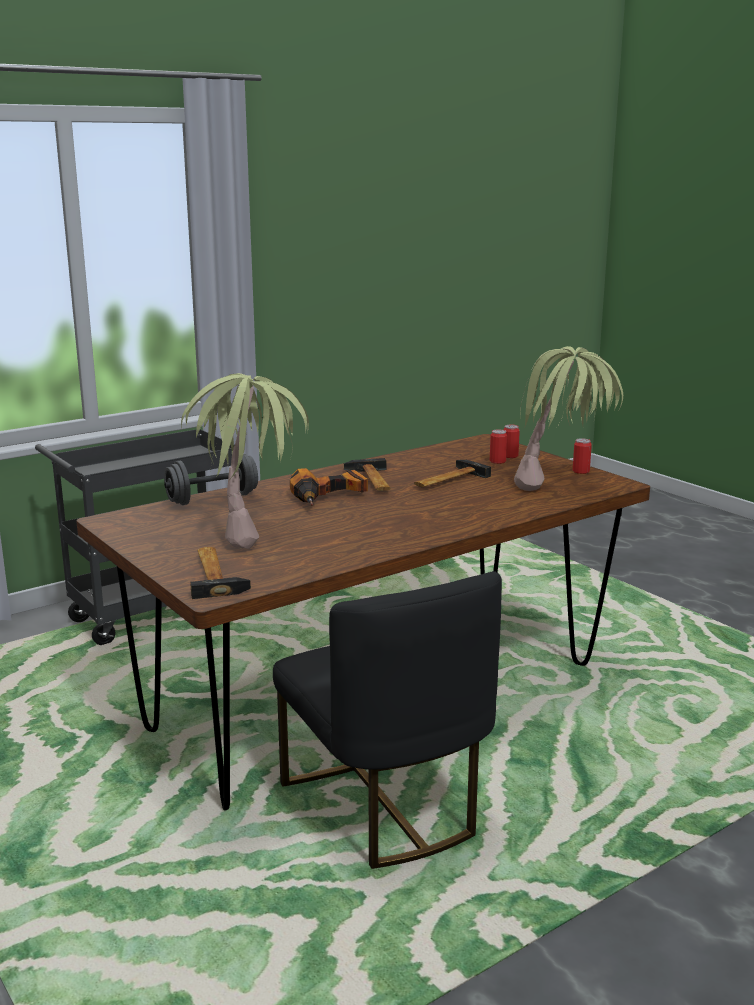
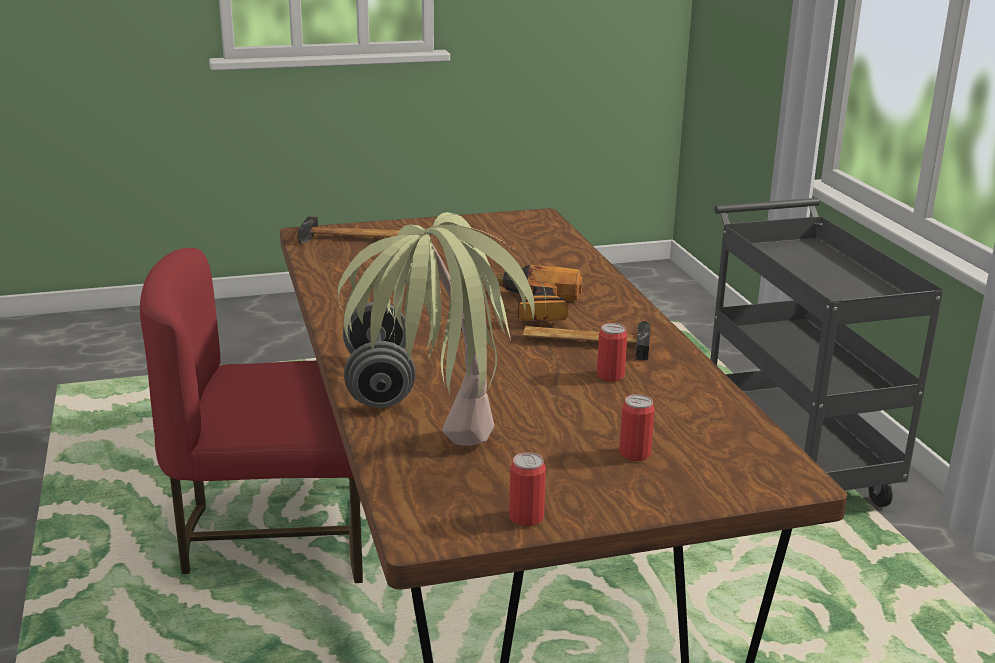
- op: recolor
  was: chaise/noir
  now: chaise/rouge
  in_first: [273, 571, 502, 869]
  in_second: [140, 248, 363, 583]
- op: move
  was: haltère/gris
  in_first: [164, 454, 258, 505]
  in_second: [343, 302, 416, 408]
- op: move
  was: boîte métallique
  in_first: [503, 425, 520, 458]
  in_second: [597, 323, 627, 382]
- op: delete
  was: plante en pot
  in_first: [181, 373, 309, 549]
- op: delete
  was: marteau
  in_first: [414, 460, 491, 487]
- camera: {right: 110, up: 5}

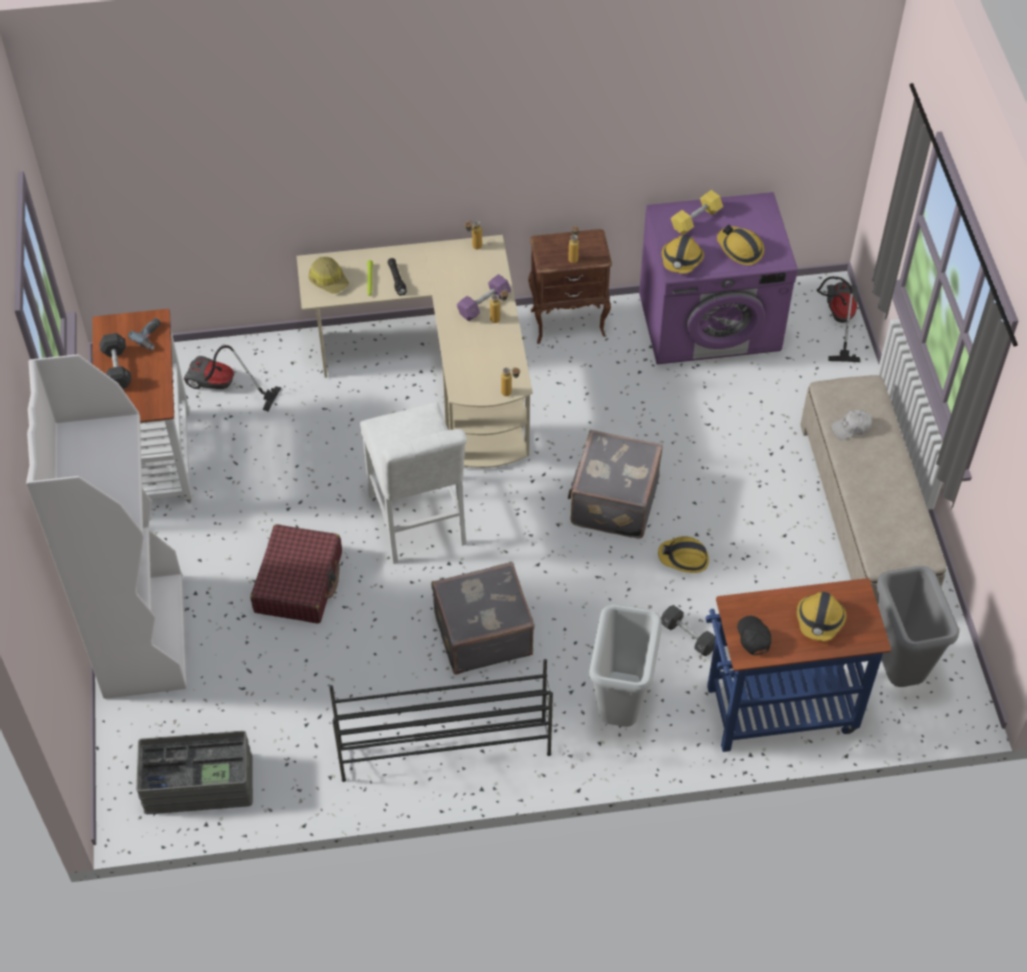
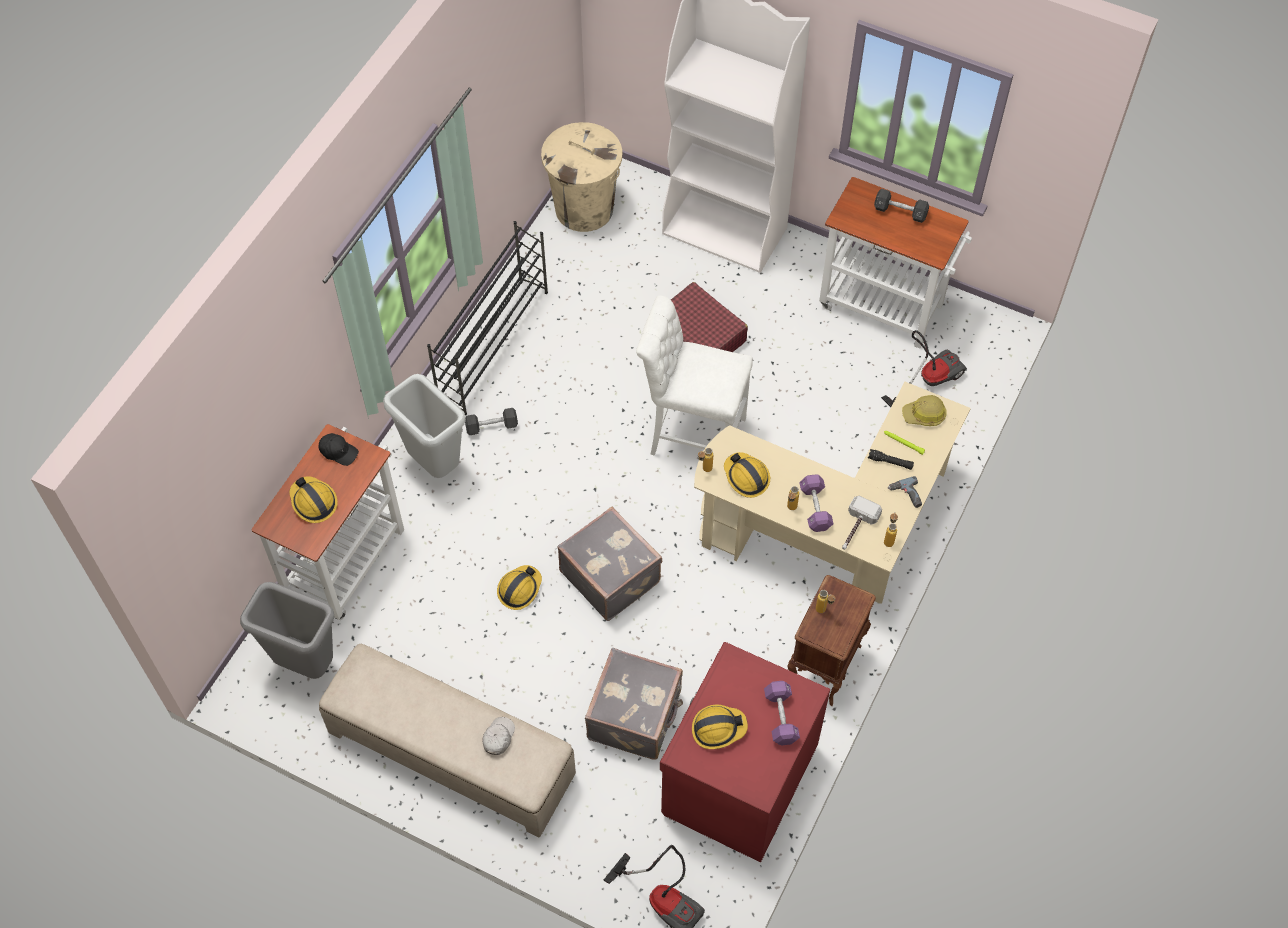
- op: recolor
  was: chariot/bleu
  now: chariot/blanc
  in_first: [706, 578, 891, 752]
  in_second: [251, 424, 404, 620]
- op: move
  was: haltère/noir
  in_first: [661, 605, 715, 656]
  in_second: [465, 408, 518, 435]
- op: replace
  was: boîte de rangement/gris
  now: poubelle/beige
  in_first: [136, 731, 253, 814]
  in_second: [541, 122, 622, 232]
- op: move
  was: valise/gris
  in_first: [432, 562, 535, 674]
  in_second: [585, 648, 683, 760]
- op: recolor
  was: lave-linge/violet
  now: lave-linge/rouge
  in_first: [639, 192, 798, 365]
  in_second: [660, 642, 830, 862]
- op: move
  was: casque de chantier
  in_first: [662, 235, 704, 274]
  in_second: [724, 452, 770, 498]
- op: recolor
  was: haltère/jaune
  now: haltère/violet
  in_first: [671, 190, 723, 235]
  in_second: [764, 681, 800, 745]
- op: insert
  now: marteau
  in_second: [842, 496, 882, 550]
- op: move
  was: perceuse
  in_first: [128, 318, 161, 350]
  in_second: [888, 476, 922, 508]
- camera: {right: 125, up: 5}

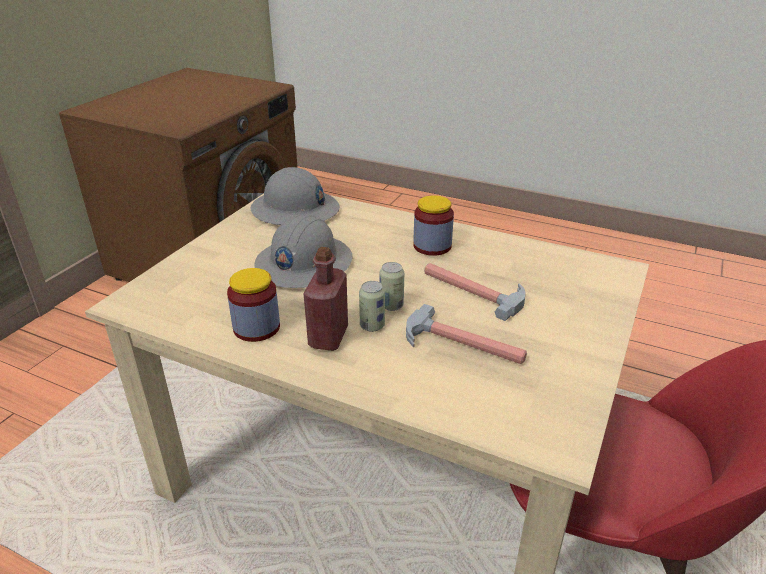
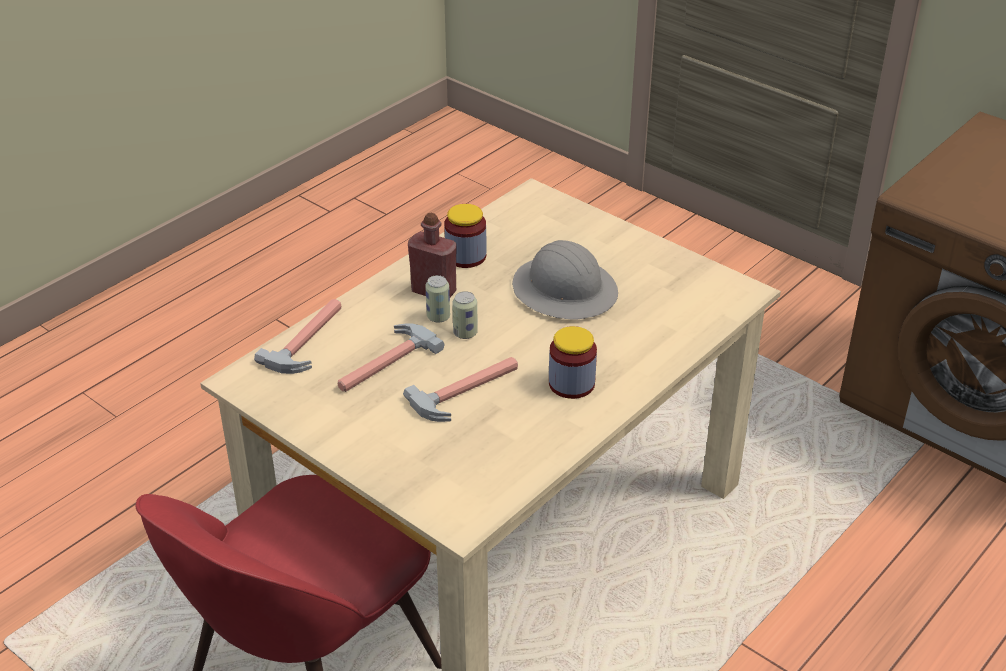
- op: insert
  now: marteau
  in_second: [254, 299, 341, 374]
- op: delete
  was: casque de chantier/gris
  in_first: [251, 167, 340, 225]
- camera: {right: 105, up: 5}

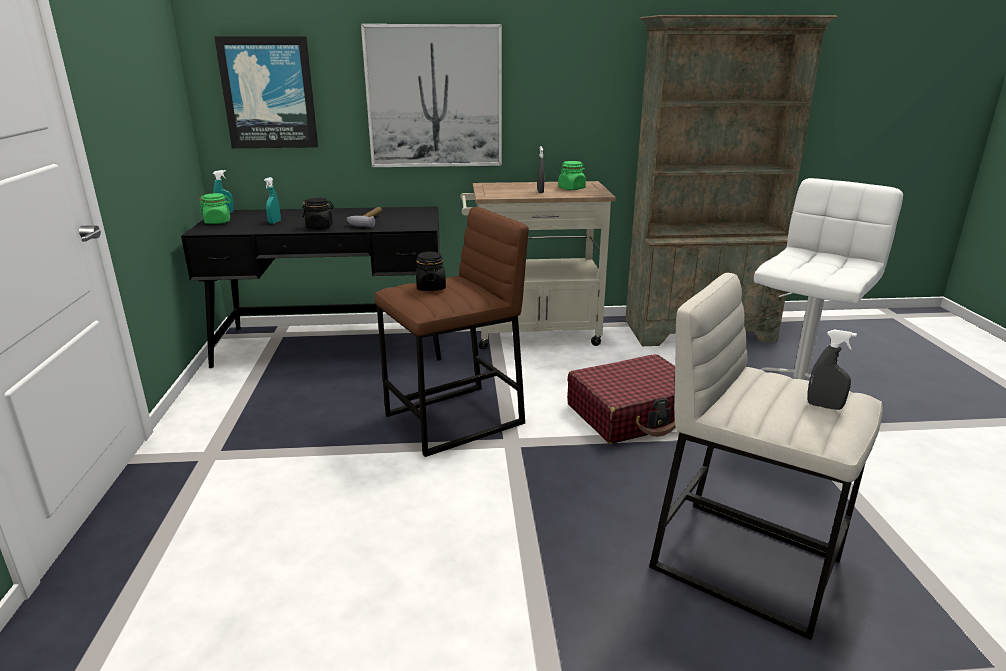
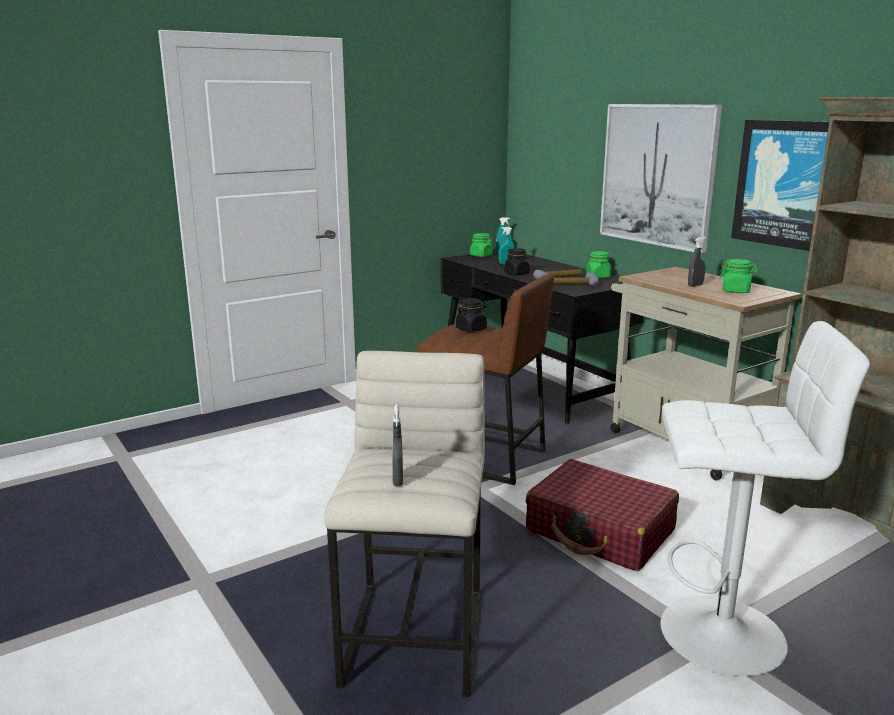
- op: insert
  now: marteau
  in_second: [554, 273, 599, 287]
- op: insert
  now: bocal/vert
  in_second: [586, 251, 611, 278]
- op: move
  was: tableau
  in_first: [214, 36, 318, 148]
  in_second: [731, 120, 829, 251]
- camera: {right: 60, up: -5}

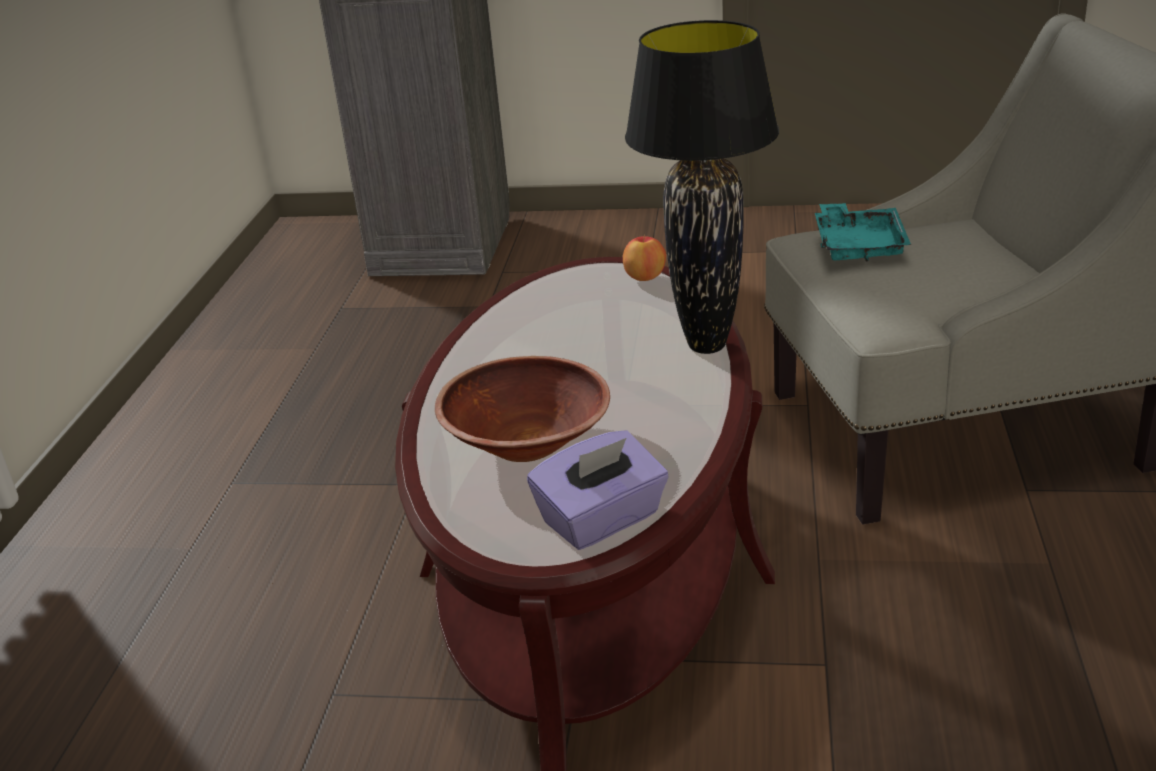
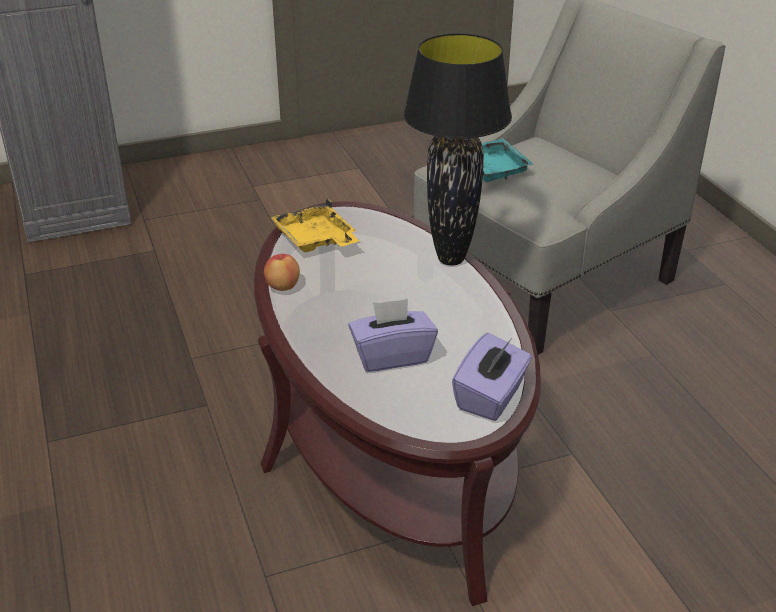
- op: move
  was: pomme
  in_first: [623, 235, 666, 281]
  in_second: [264, 253, 300, 291]
- op: insert
  now: plateau/jaune
  in_second: [271, 198, 359, 252]
- op: replace
  was: bol/marron
  now: boîte à mouchoirs/violet
  in_first: [435, 356, 610, 462]
  in_second: [348, 299, 438, 372]
- camera: {right: -30, up: 5}

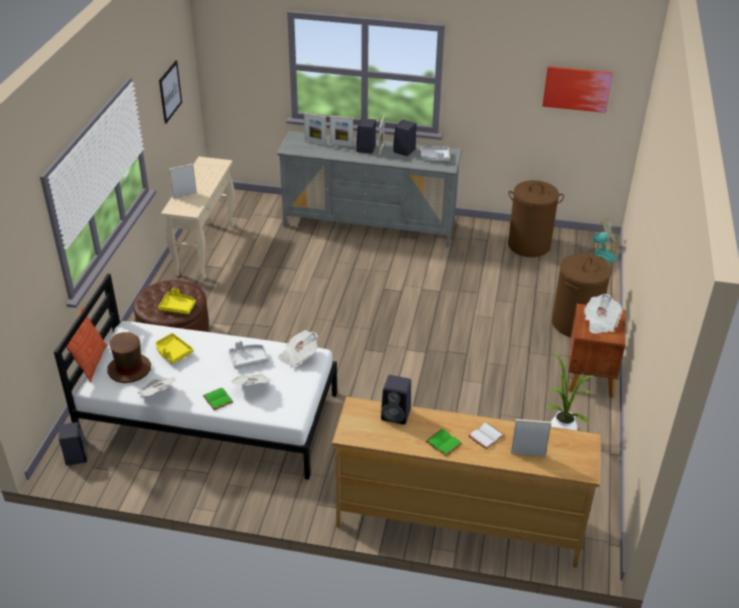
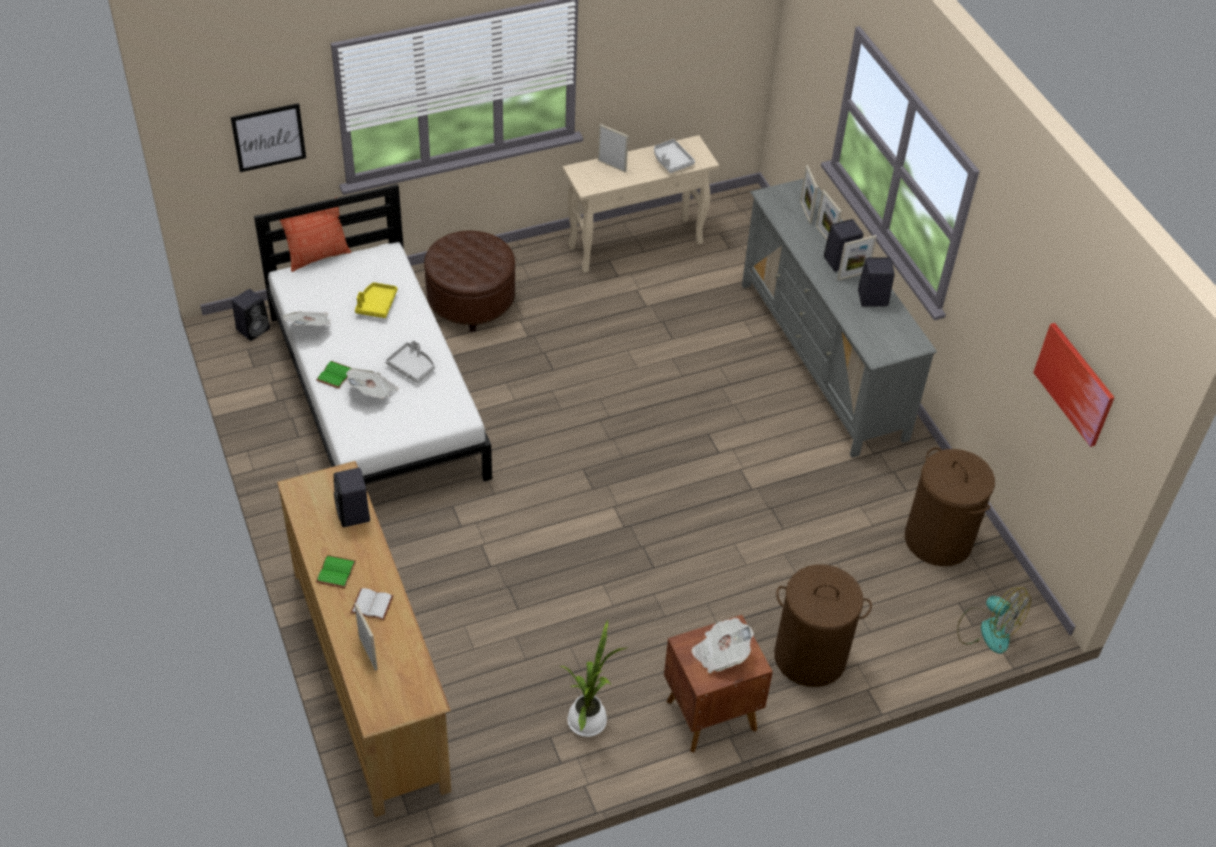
- op: move
  was: tableau
  in_first: [159, 60, 182, 124]
  in_second: [230, 103, 306, 172]
- op: move
  was: plateau/gris
  in_first: [421, 146, 450, 161]
  in_second: [654, 139, 695, 173]
- op: delete
  was: chapeau/marron
  in_first: [107, 332, 151, 383]
- op: delete
  was: plateau/jaune
  in_first: [158, 288, 196, 314]
- op: delete
  was: journal
  in_first: [278, 330, 318, 368]
- camera: {right: 55, up: 10}

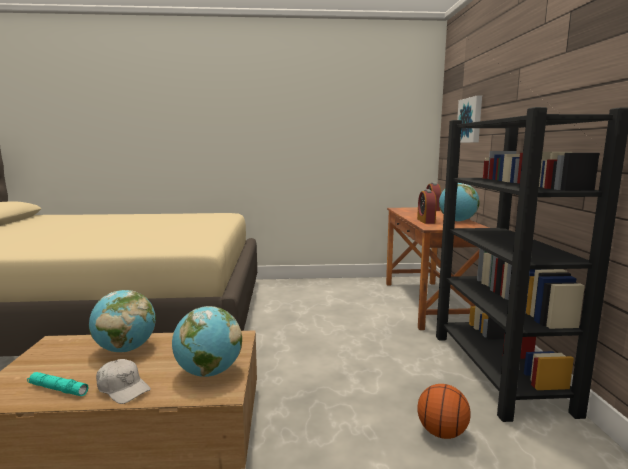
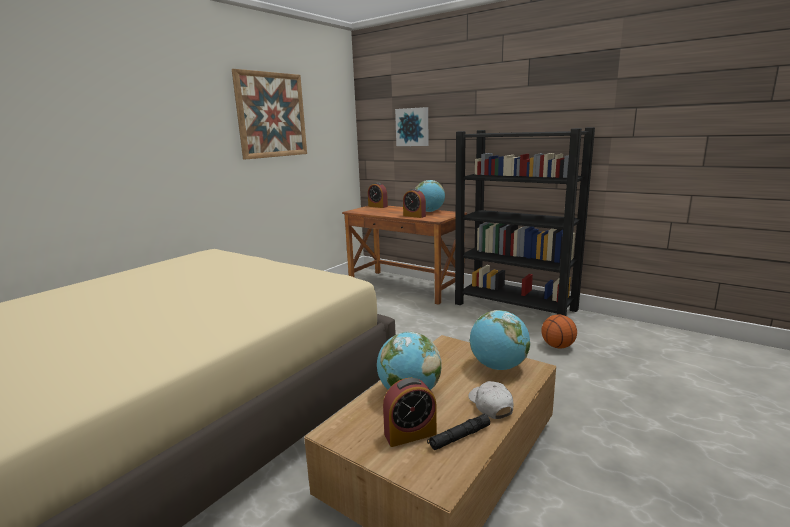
- op: insert
  now: tableau
  in_second: [232, 69, 307, 160]
- op: insert
  now: réveil
  in_second: [383, 378, 437, 447]
- op: recolor
  was: lampe de poche/turquoise
  now: lampe de poche/noir
  in_first: [27, 372, 89, 396]
  in_second: [427, 414, 490, 450]
- op: rotate
  was: casquette/blanc
  in_first: [96, 359, 151, 404]
  in_second: [468, 381, 514, 419]
  clockwise: -90
- camera: {right: -50, up: 5}

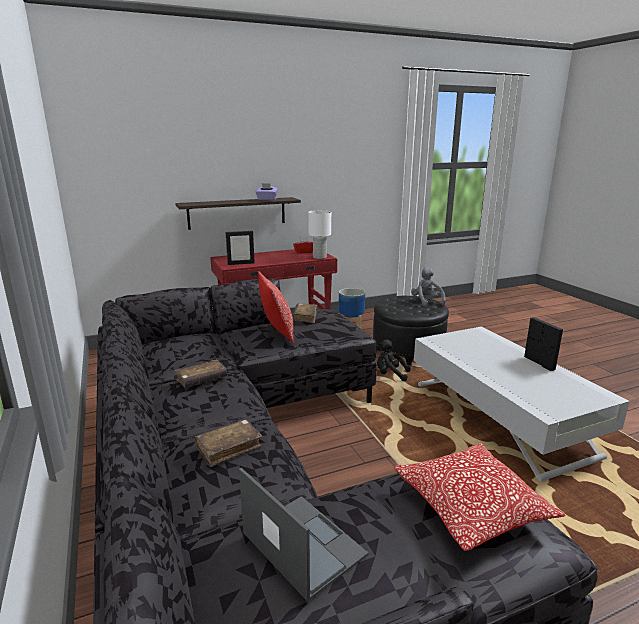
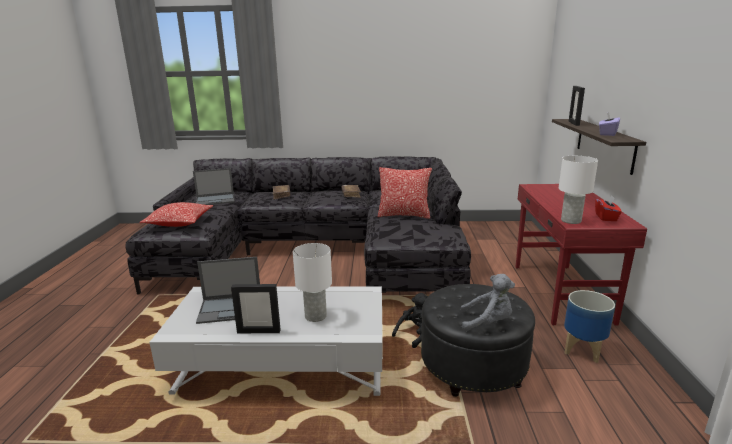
- op: insert
  now: ordinateur portable
  in_second: [196, 257, 260, 324]
- op: insert
  now: lampe de table/blanc
  in_second: [293, 243, 332, 322]
- op: move
  was: cadre photo
  in_first: [226, 231, 255, 265]
  in_second: [569, 86, 585, 126]
- op: delete
  was: livre/marron
  in_first: [293, 303, 317, 323]
- camera: {right: 115, up: 0}

